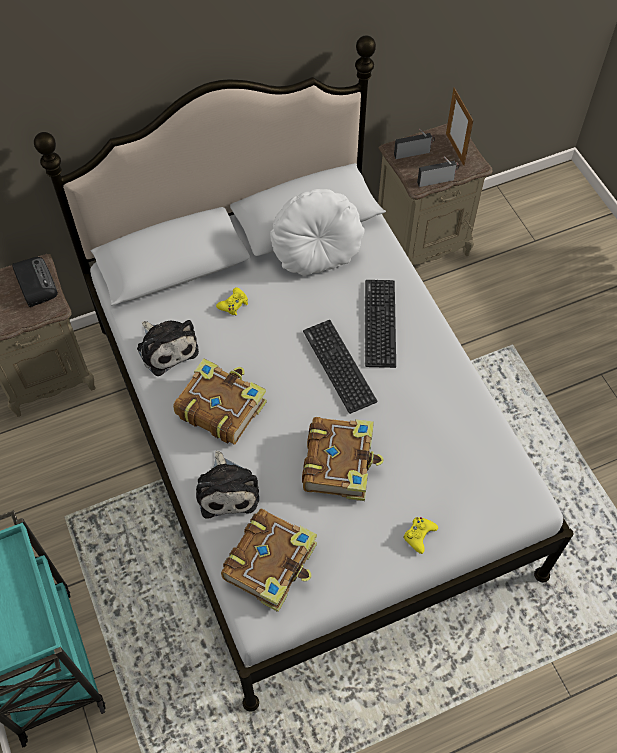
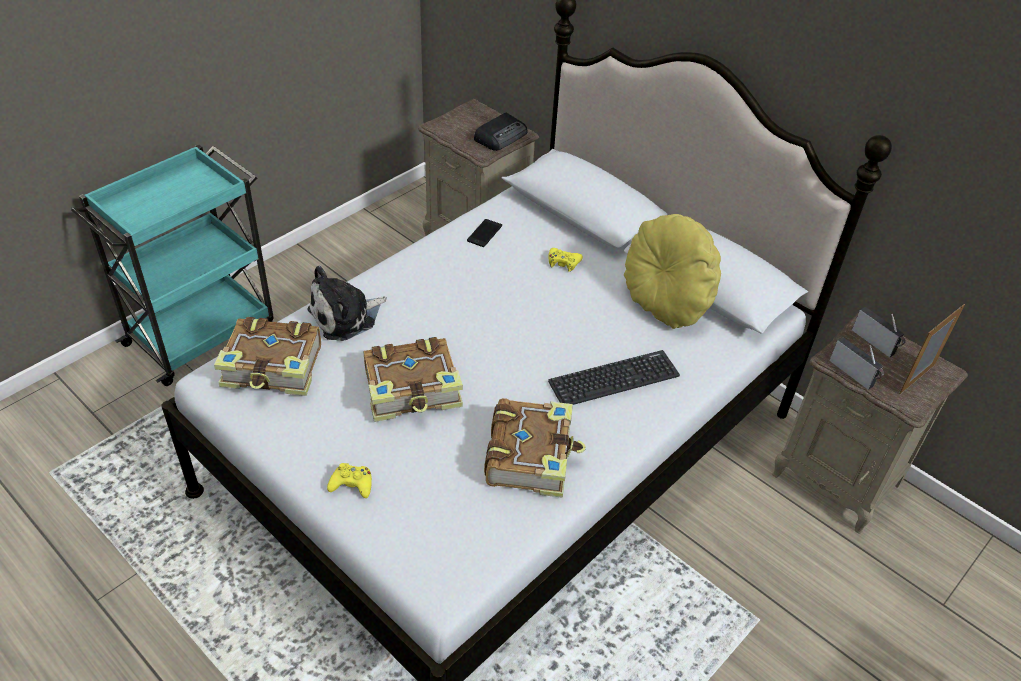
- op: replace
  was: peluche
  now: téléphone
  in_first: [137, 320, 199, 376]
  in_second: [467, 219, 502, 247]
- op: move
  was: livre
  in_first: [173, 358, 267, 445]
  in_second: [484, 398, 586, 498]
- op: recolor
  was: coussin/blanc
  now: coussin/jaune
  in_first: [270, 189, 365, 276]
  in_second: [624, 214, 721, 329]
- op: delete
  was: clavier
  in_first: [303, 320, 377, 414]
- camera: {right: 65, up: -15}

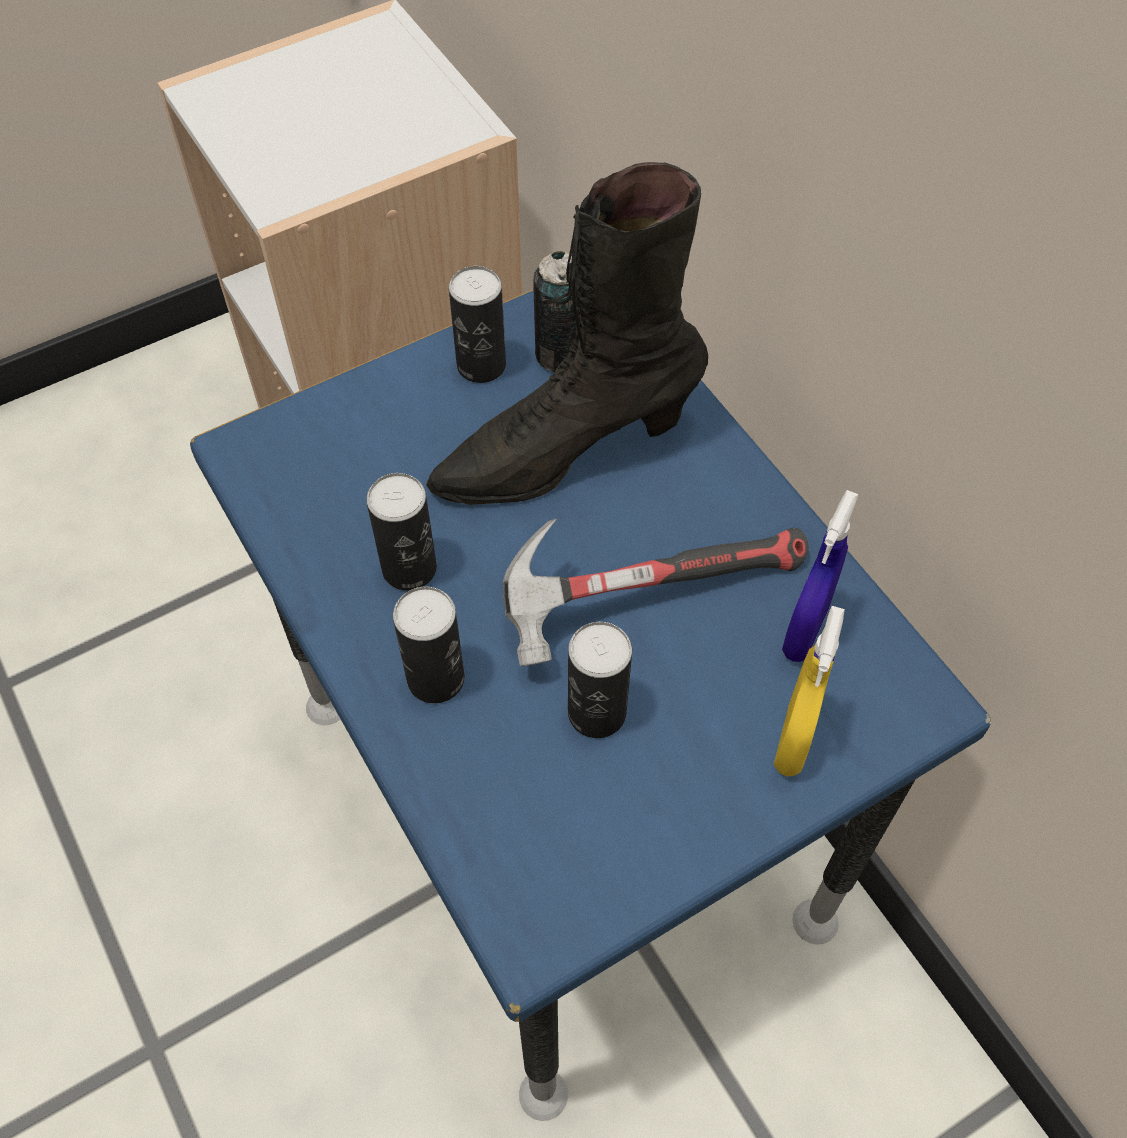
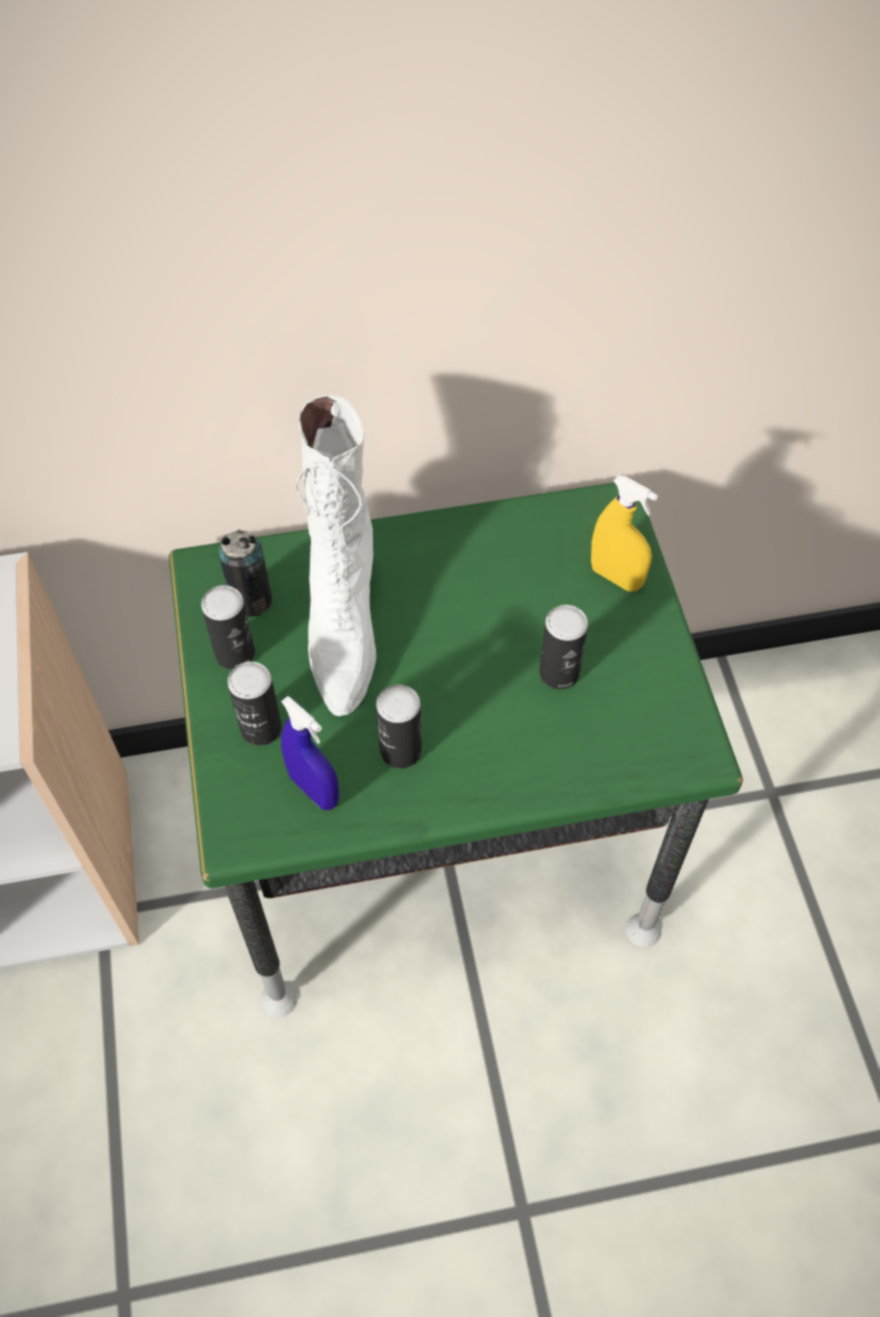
- op: recolor
  was: bureau/bleu
  now: bureau/vert
  in_first: [190, 289, 991, 1121]
  in_second: [169, 482, 743, 1018]
- op: move
  was: boîte métallique
  in_first: [393, 586, 465, 704]
  in_second: [227, 661, 282, 746]
- op: move
  was: vaporisateur/bleu
  in_first: [782, 490, 859, 662]
  in_second: [281, 696, 339, 810]
- op: recolor
  was: botte/noir
  now: botte/blanc
  in_first: [426, 162, 708, 505]
  in_second: [295, 395, 376, 716]
- op: delete
  was: marteau
  in_first: [503, 518, 809, 666]
- camera: {right: -70, up: 0}

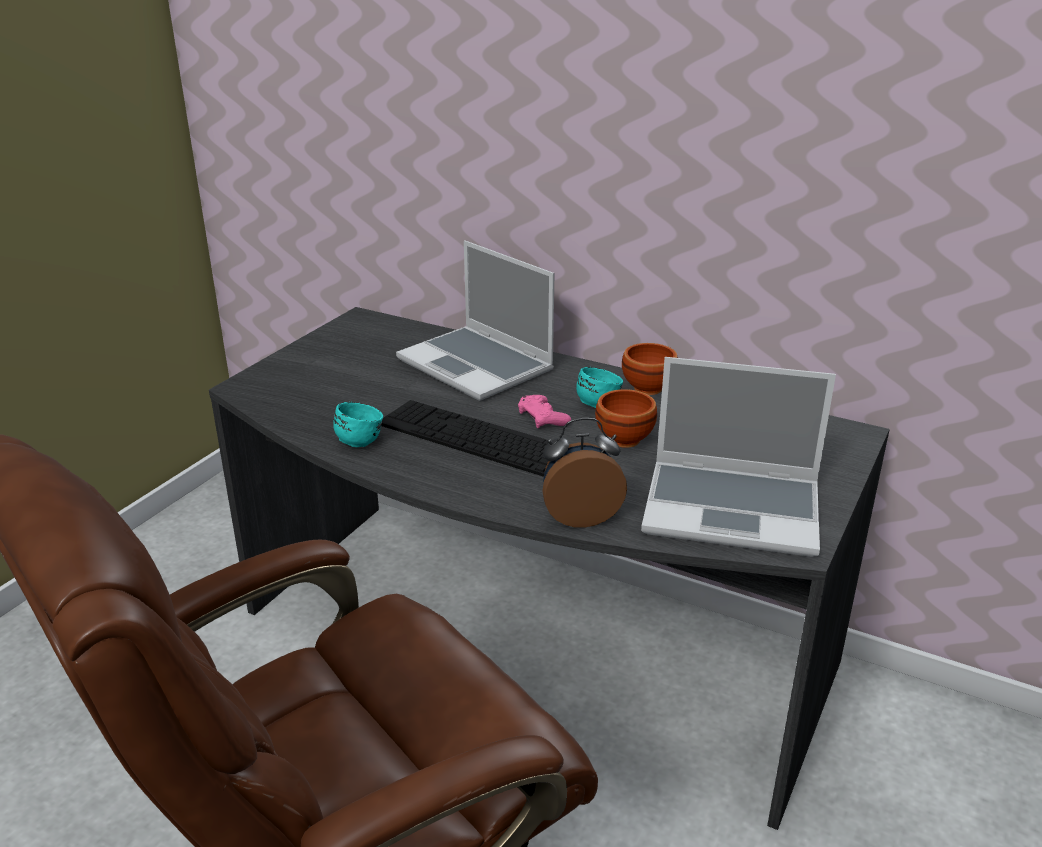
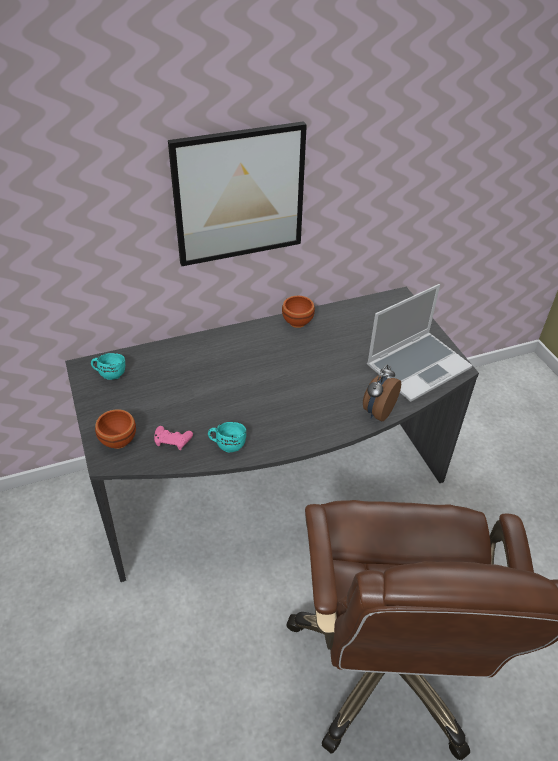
- op: move
  was: mug/turquoise
  in_first: [576, 367, 623, 408]
  in_second: [91, 353, 125, 380]
- op: move
  was: bol/marron
  in_first: [595, 389, 657, 448]
  in_second: [95, 409, 136, 449]
- op: move
  was: manette/rose
  in_first: [518, 395, 571, 428]
  in_second: [154, 426, 193, 450]
- op: insert
  now: tableau
  in_second: [168, 121, 307, 266]
- op: delete
  was: clavier
  in_first: [381, 400, 548, 477]
- op: delete
  was: ordinateur portable
  in_first: [396, 240, 554, 401]
- camera: {right: -50, up: 15}

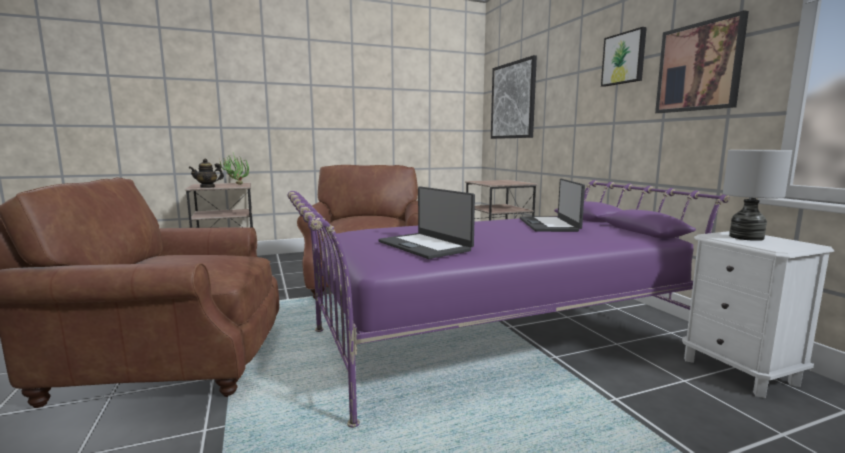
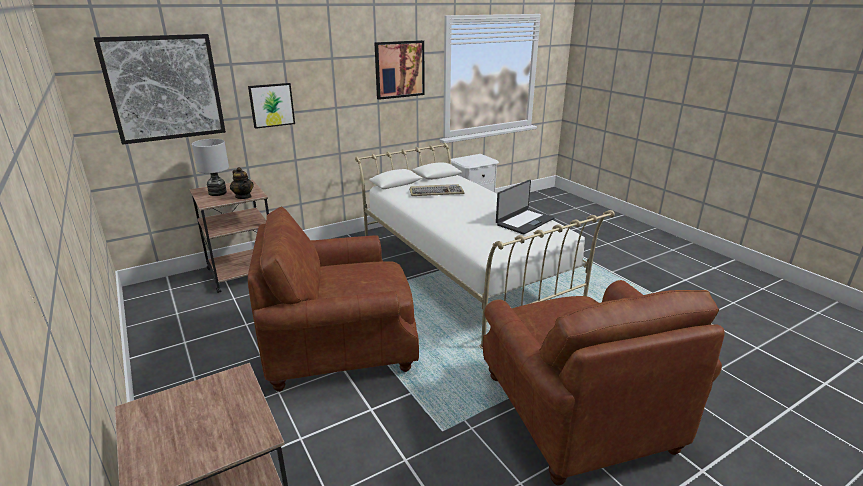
- op: move
  was: lampe de table/gris
  in_first: [723, 150, 792, 241]
  in_second: [192, 139, 229, 196]
- op: move
  was: théière
  in_first: [189, 158, 224, 188]
  in_second: [230, 167, 254, 199]
- op: move
  was: tableau
  in_first: [601, 27, 647, 87]
  in_second: [248, 83, 295, 129]
- op: recolor
  was: lit/violet
  now: lit/blanc
  in_first: [287, 180, 730, 428]
  in_second: [355, 143, 615, 349]
- op: replace
  was: ordinateur portable
  now: clavier
  in_first: [520, 179, 585, 232]
  in_second: [409, 184, 464, 196]
- op: delete
  was: plante en pot
  in_first: [219, 153, 249, 185]
- camera: {right: -100, up: 15}

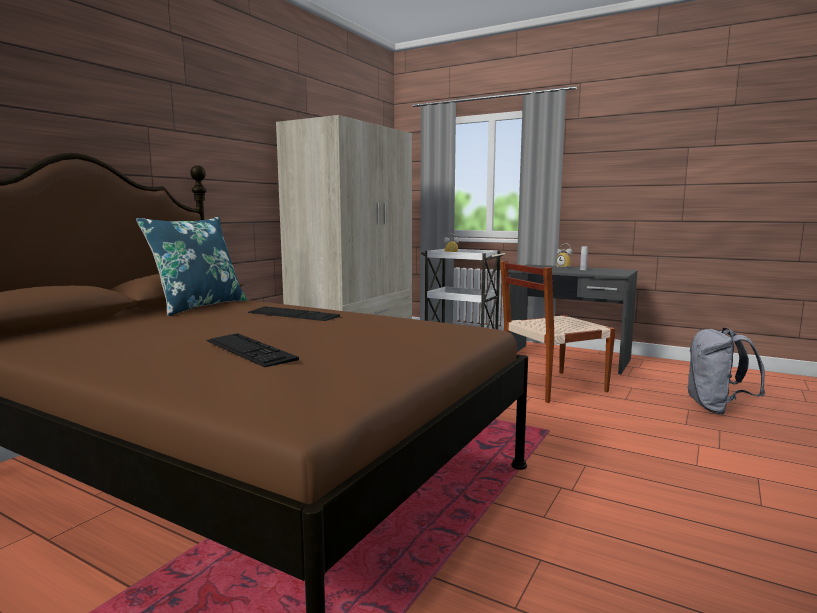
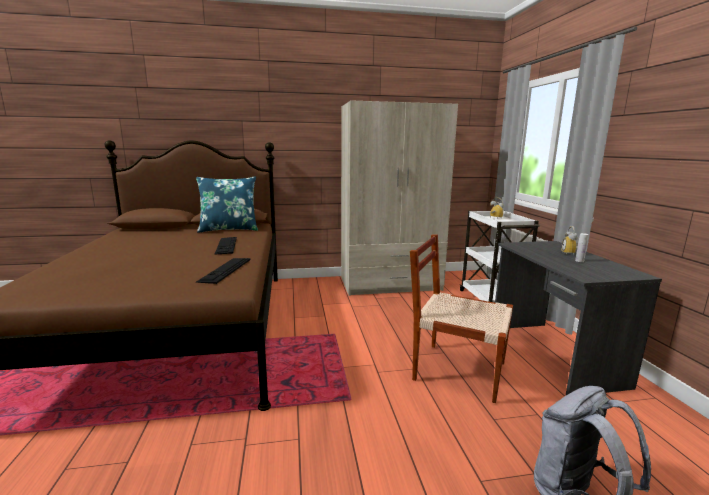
- op: move
  was: clavier
  in_first: [207, 333, 299, 367]
  in_second: [196, 258, 251, 284]
- camera: {right: 50, up: 5}

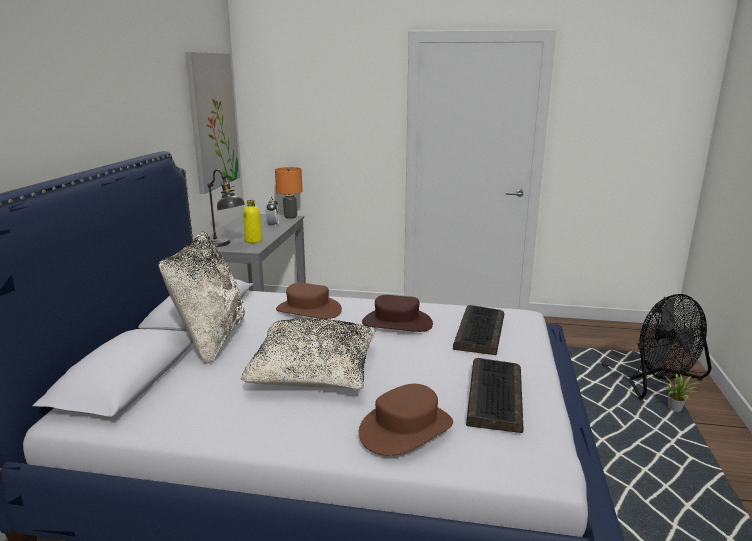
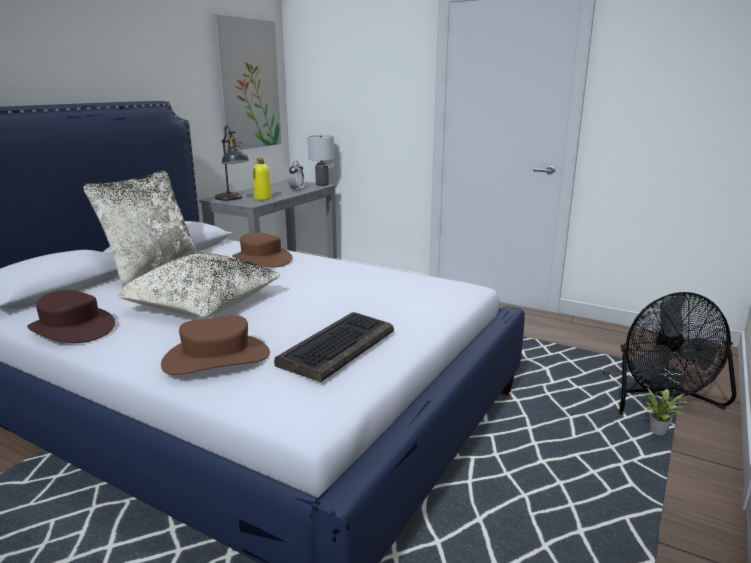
- op: move
  was: chapeau/marron
  in_first: [362, 295, 433, 332]
  in_second: [27, 290, 115, 343]
- op: recolor
  was: lampe de table/orange
  now: lampe de table/blanc
  in_first: [275, 167, 303, 219]
  in_second: [308, 135, 334, 186]
- op: delete
  was: clavier
  in_first: [453, 305, 504, 355]
- camera: {right: 20, up: 0}

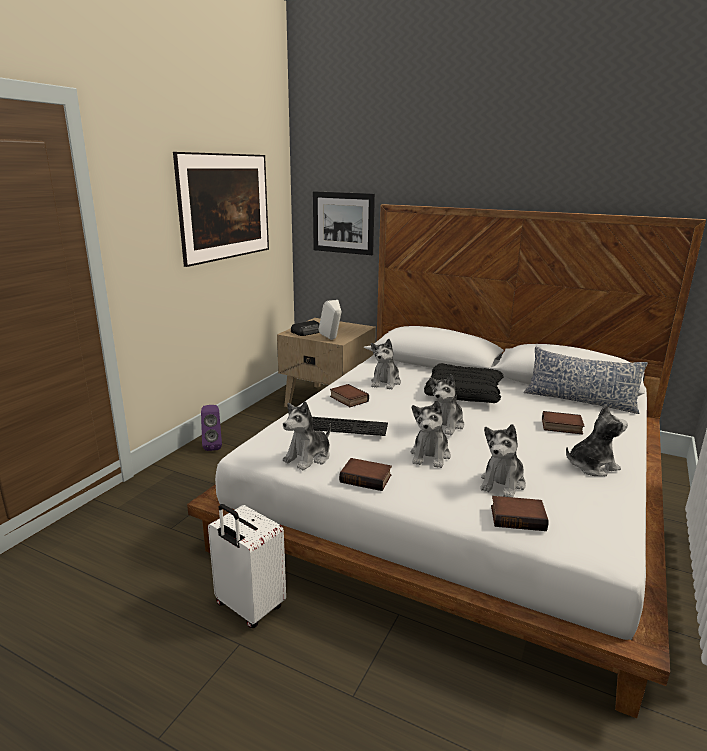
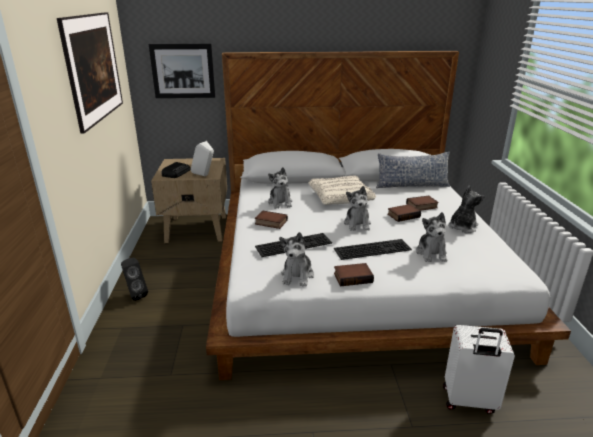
- op: recolor
  was: enceinte/violet
  now: enceinte/noir
  in_first: [201, 405, 222, 451]
  in_second: [121, 257, 148, 301]
- op: recolor
  was: coussin/noir
  now: coussin/beige
  in_first: [424, 363, 504, 403]
  in_second: [308, 176, 376, 205]
- op: replace
  was: peluche
  now: clavier
  in_first: [411, 400, 451, 468]
  in_second: [334, 239, 412, 260]
- op: move
  was: livre
  in_first: [491, 496, 549, 531]
  in_second: [388, 204, 421, 222]
- op: move
  was: valise/blanc
  in_first: [208, 504, 286, 628]
  in_second: [443, 325, 515, 414]
- camera: {right: -30, up: 5}

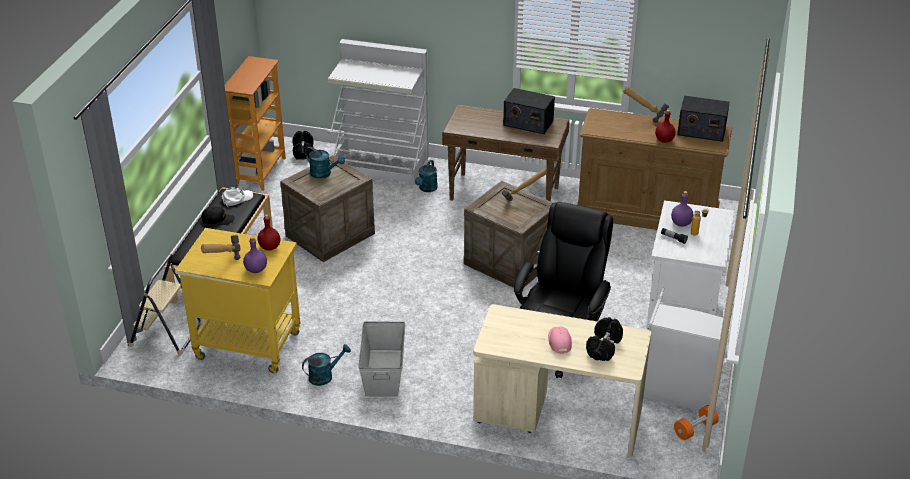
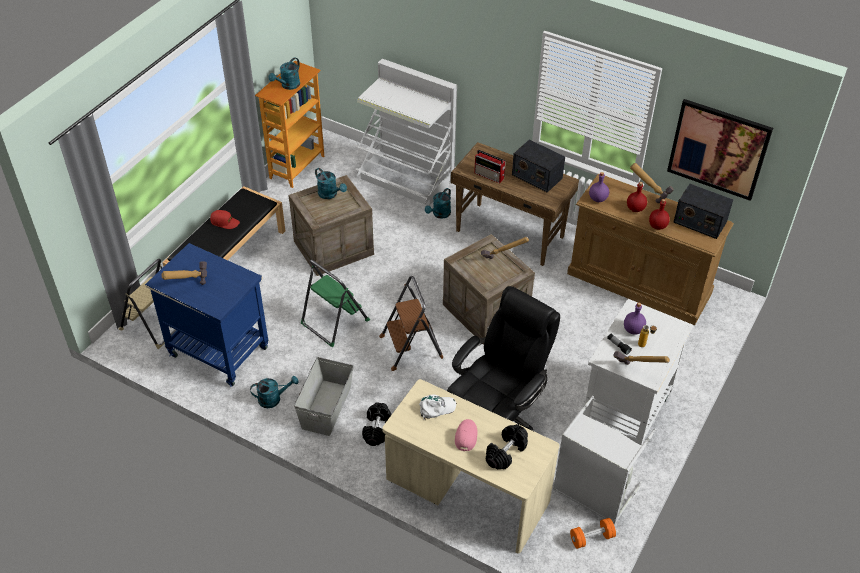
- op: recolor
  was: chariot/jaune
  now: chariot/bleu
  in_first: [175, 228, 300, 374]
  in_second: [145, 243, 269, 387]
- op: recolor
  was: casquette/noir
  now: casquette/rouge
  in_first: [202, 207, 235, 225]
  in_second: [210, 210, 240, 229]
- op: insert
  now: arrosoir/turquoise
  in_second: [269, 58, 300, 90]
- op: insert
  now: escabeau/vert
  in_second: [301, 259, 370, 347]
- op: move
  was: haltère/noir
  in_first: [293, 131, 314, 160]
  in_second: [362, 402, 391, 446]
- op: insert
  now: escabeau/marron
  in_second: [379, 276, 443, 371]
- op: move
  was: casquette/blanc
  in_first: [221, 187, 253, 208]
  in_second: [419, 394, 457, 420]
- op: insert
  now: radio
  in_second: [474, 150, 506, 184]
- op: move
  was: bouteille/violet
  in_first: [243, 236, 267, 273]
  in_second: [589, 172, 609, 202]
- op: insert
  now: marteau
  in_second: [614, 351, 670, 365]
- op: move
  was: bouteille/rouge
  in_first: [258, 214, 280, 251]
  in_second: [627, 182, 647, 212]
- op: insert
  now: tableau
  in_second: [667, 99, 773, 201]
- camera: {right: 15, up: 10}

